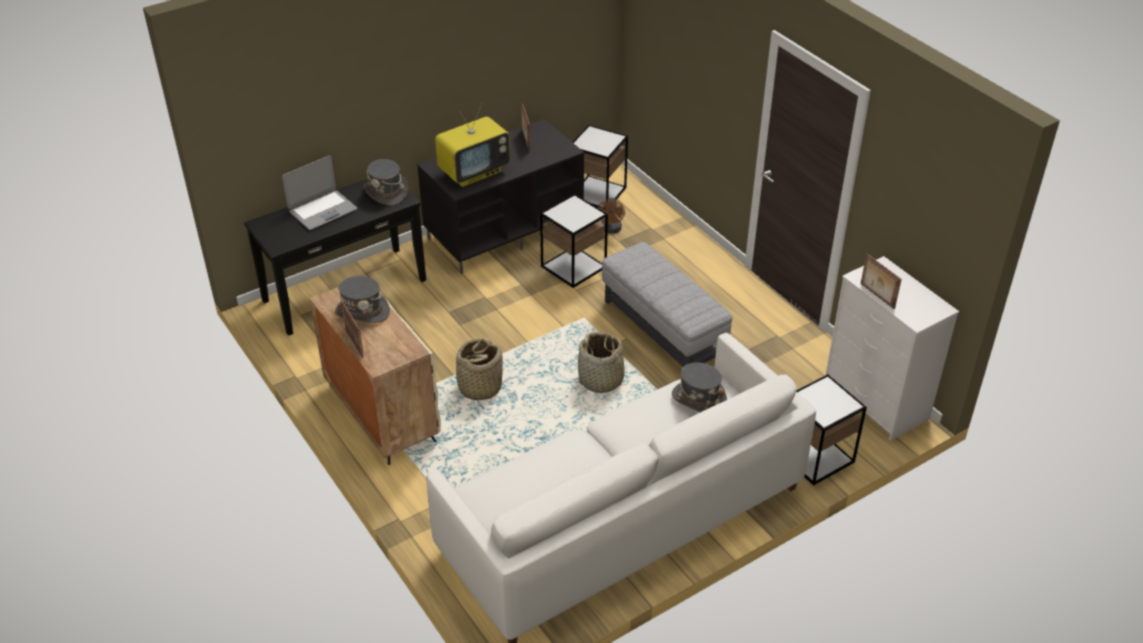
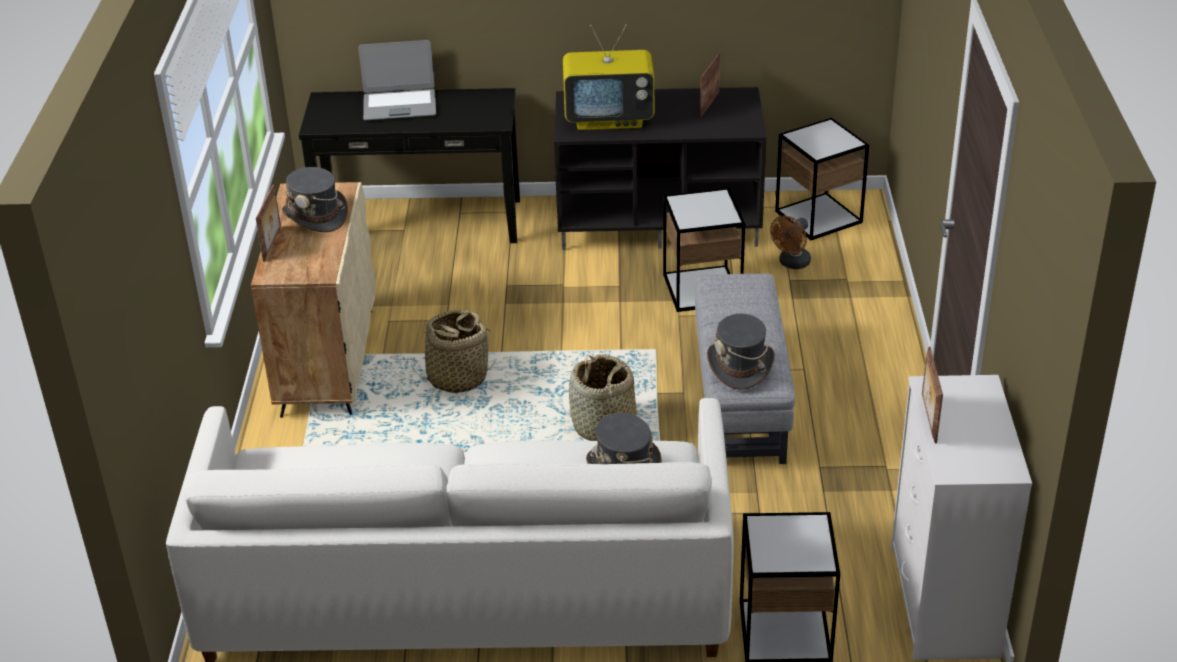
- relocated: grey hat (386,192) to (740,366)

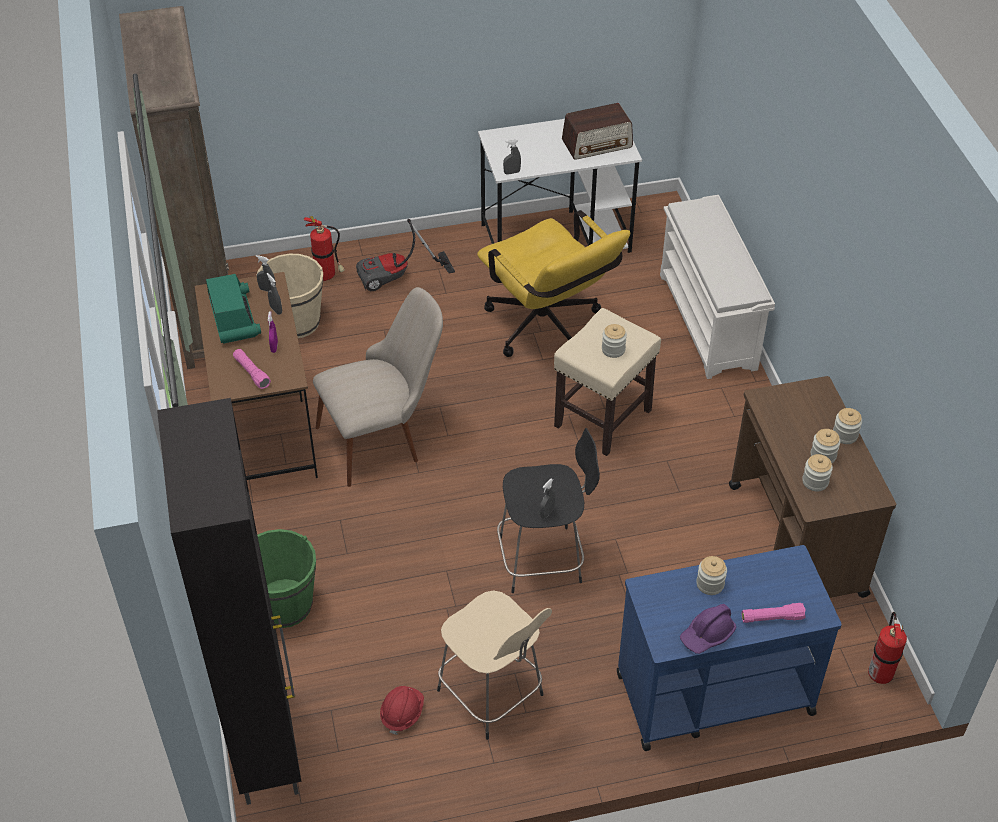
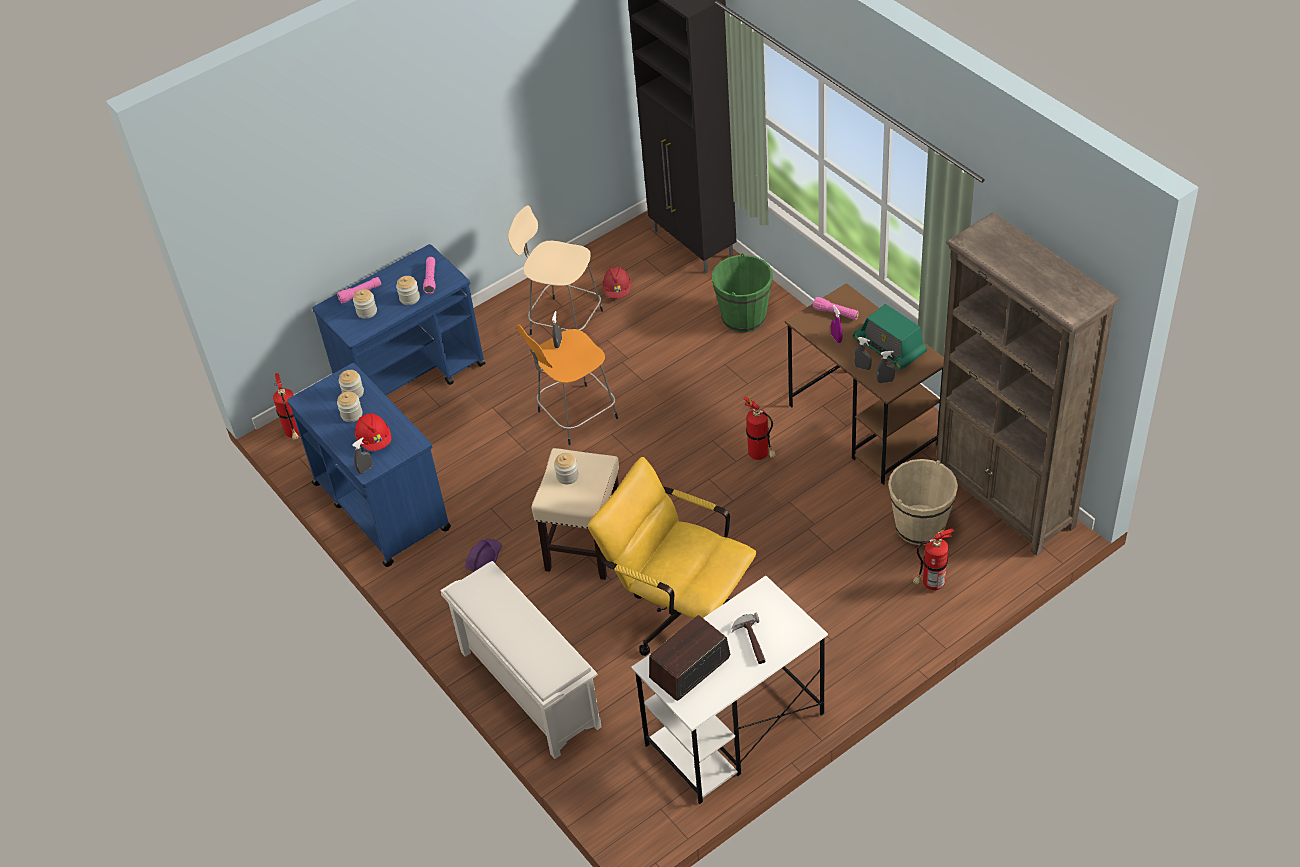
- missing: vacuum (398,278)
- appeared: red-coloured hard hat (374,440)
- appeared: pink-coloured hand torch (430,279)
- appeared: hand hammer (750,642)
- relocated: grey hand sprayer (512,172) to (365,469)
- relocated: purplish hard hat (707,634) to (484,559)
- relocated: storage jar (845,435) to (367,312)
- exchanged: sand-coloured plain chair (384,437) to fire-fighting cylinder (760,456)
- colour: black stool seat (543,559) to orangey stool seat (575,416)
- colour: brown-coloured wheeled cart (796,541) to blue-coloured wheeled cart (380,505)

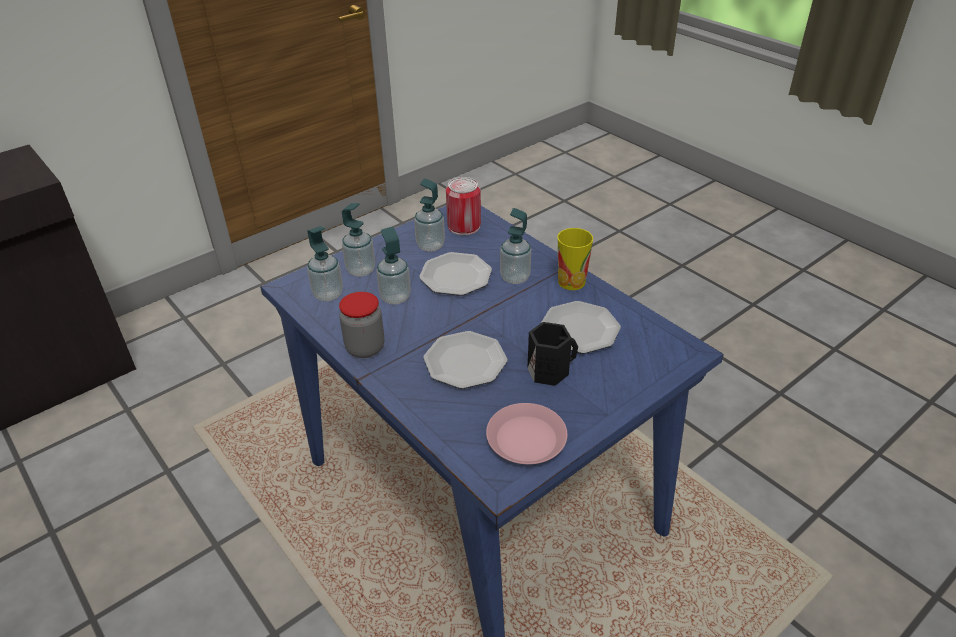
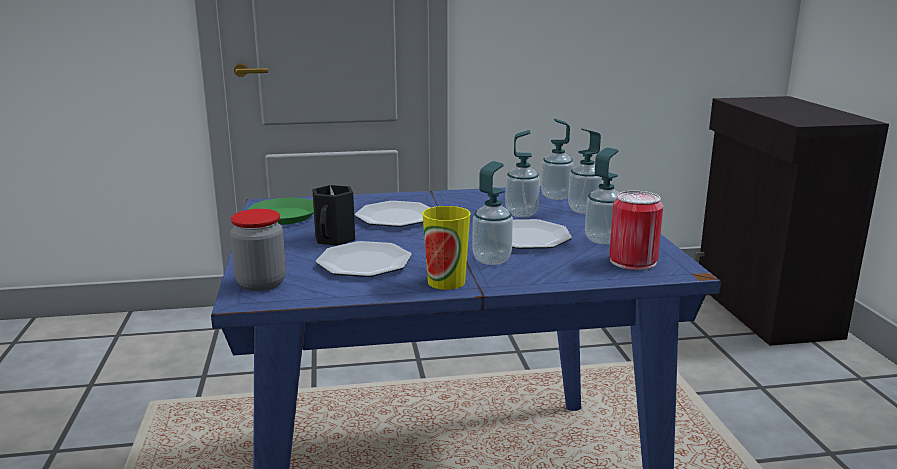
- relocated: storage jar (365,348) to (261,283)
- colour: pink-coloured plate (526,439) to green-coloured plate (284,216)

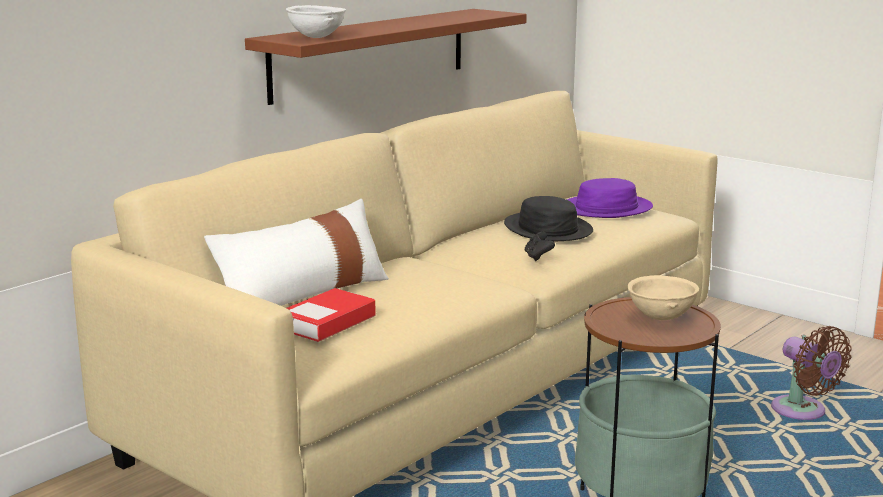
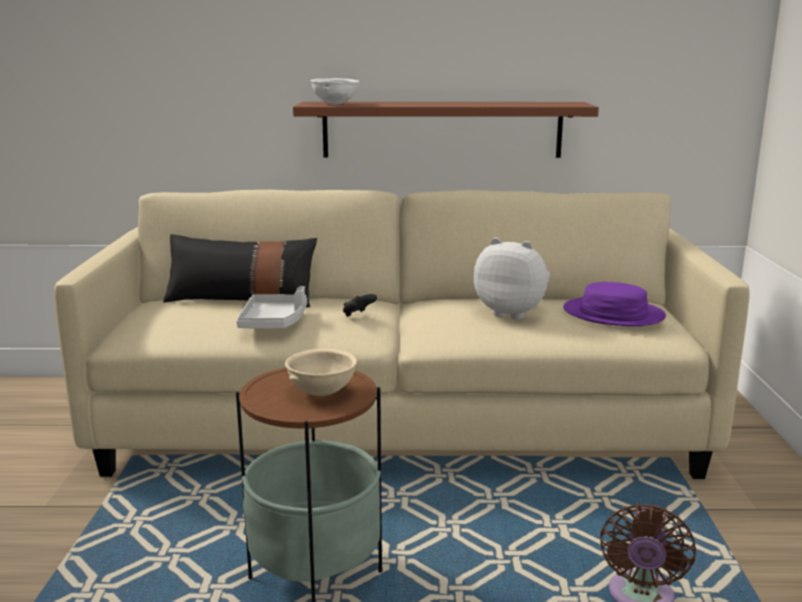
- missing: bound book (327,323)
- appeared: grey tray (274,322)
- relocated: black game controller (538,257) to (358,315)
- exchanged: black hat (547,229) to soft toy (512,313)
- colour: white-coloured pillow (303,296) to black pillow (241,300)

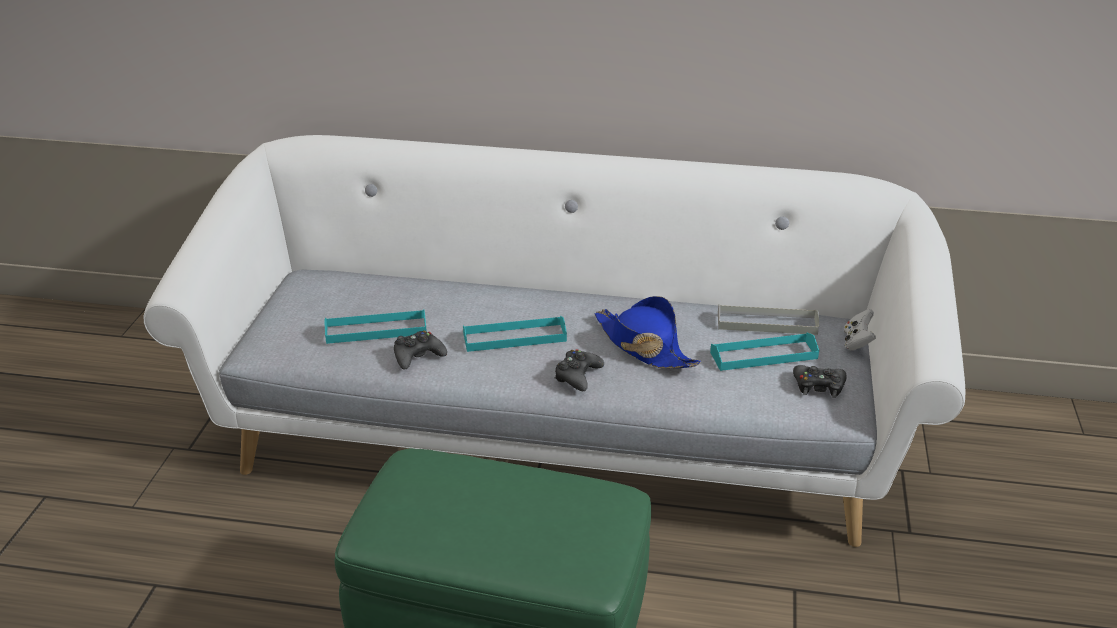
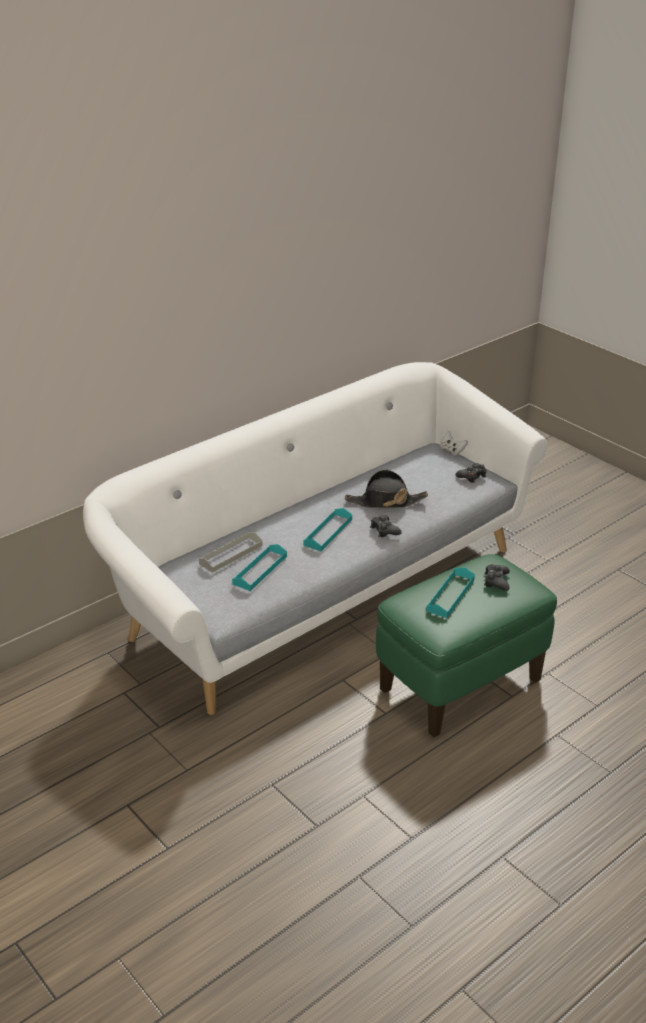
- relocated: black game controller (418,356) to (496,581)
- relocated: blue-green tray (763,355) to (450,595)
- relocated: grey tray (767,323) to (231,554)
- colour: blue-coloured hat (644,346) to black hat (385,501)

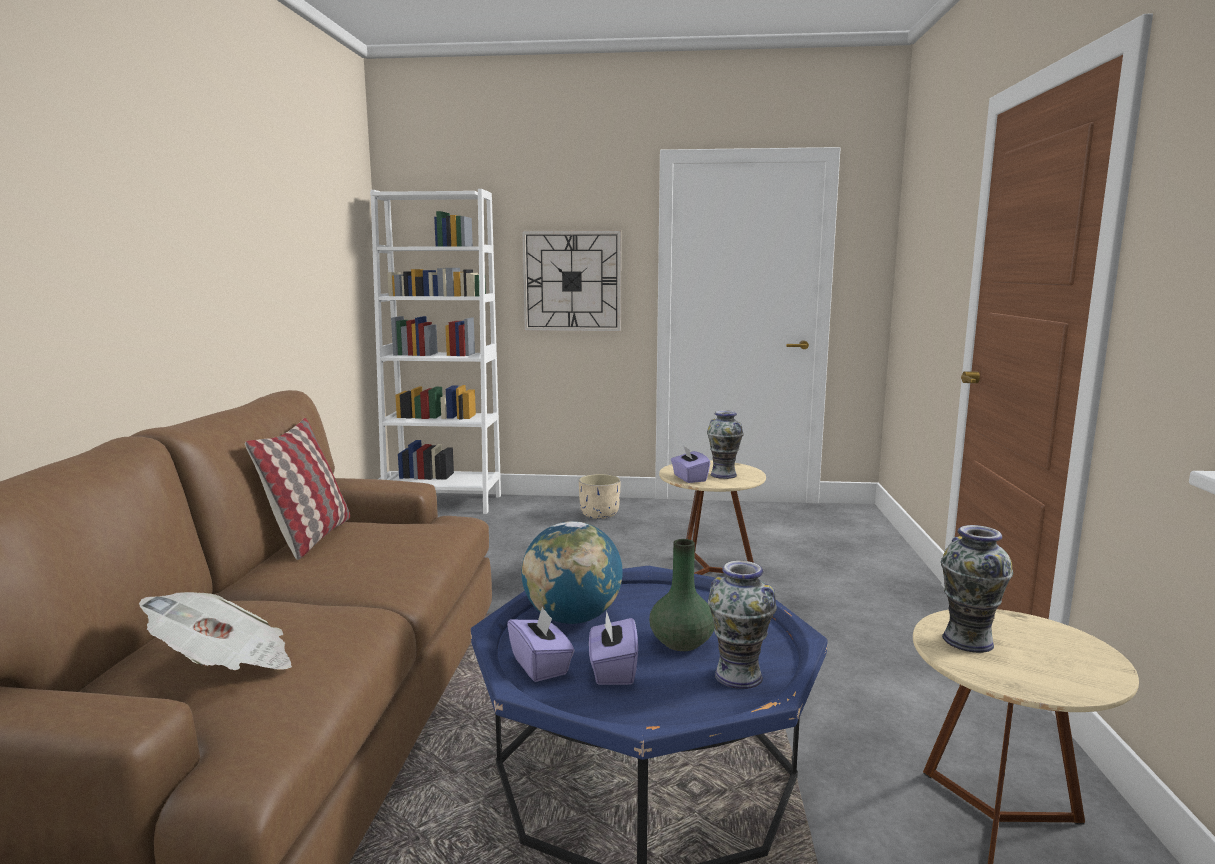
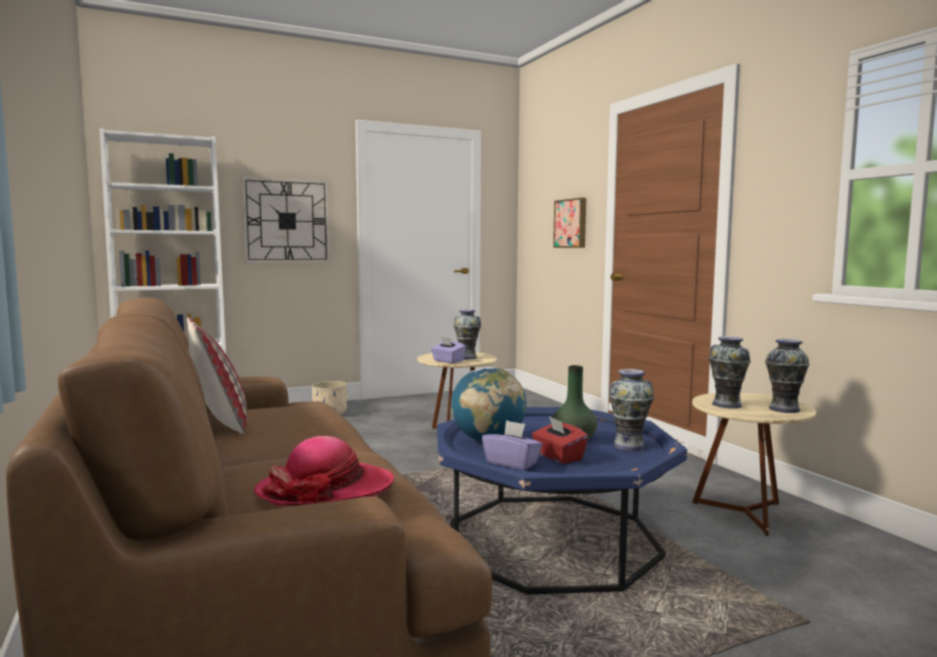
- appeared: wall picture (571,223)
- appeared: decorative vase (784,409)
- exchanged: newspaper (226,664) to hat (326,490)
- colour: purplish tissue box (612,670) to red-coloured tissue box (558,457)

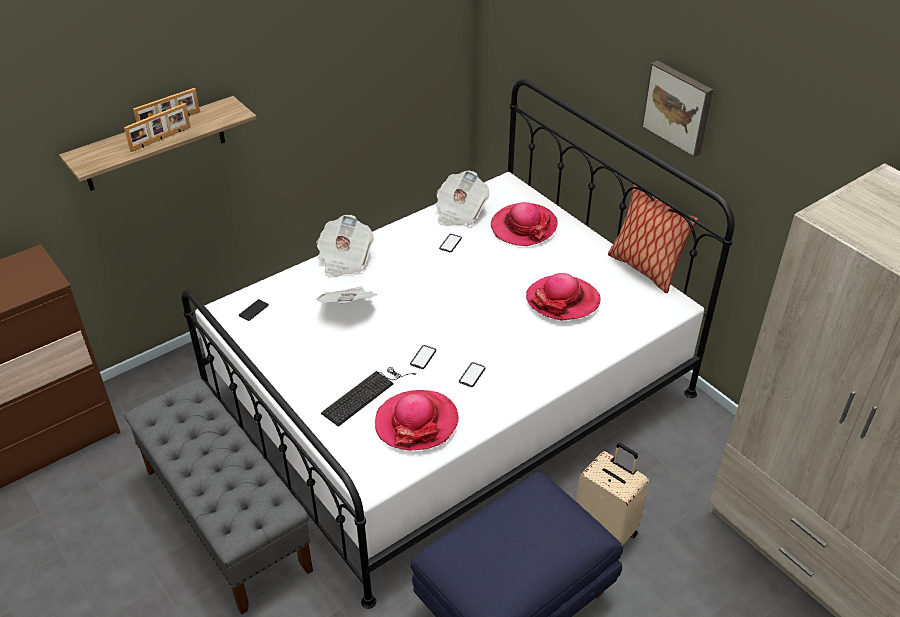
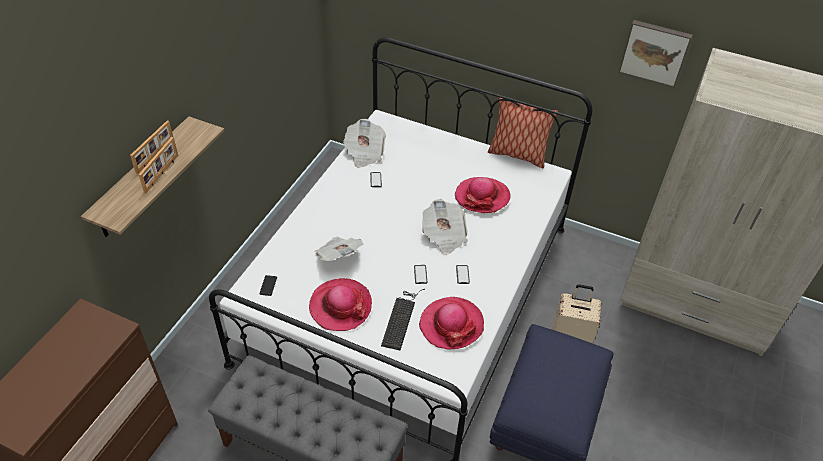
- relocated: newspaper (344,260) to (444,236)
- relocated: hat (523,227) to (340,306)
- relocated: wall picture (678,107) to (655,52)

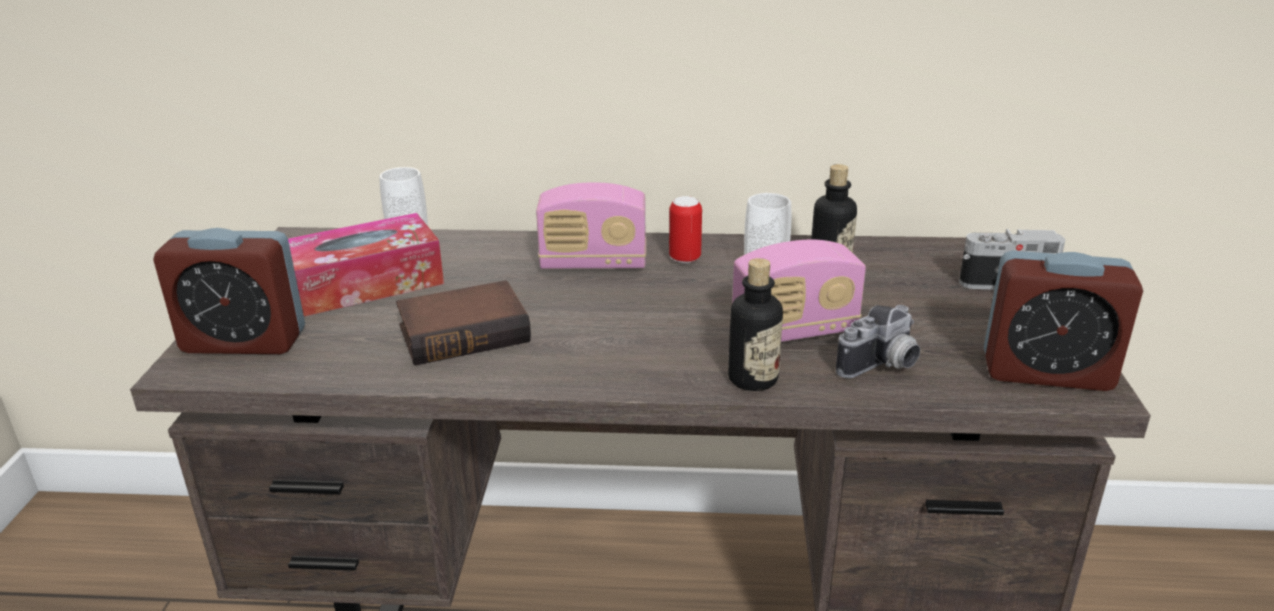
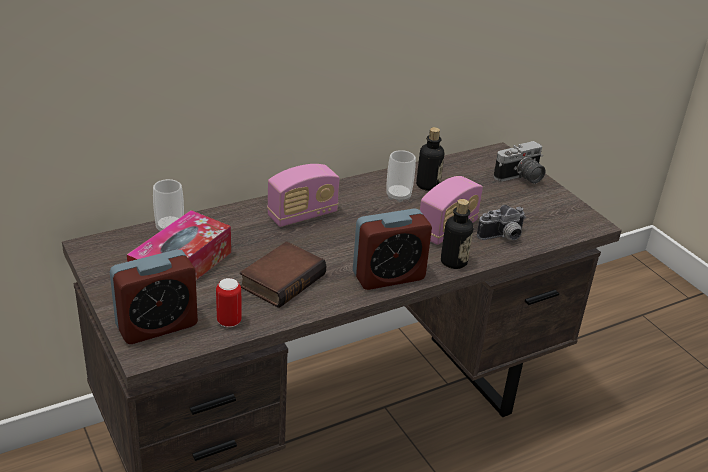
- relocated: can (685,258) to (229,321)
- relocated: bedside clock (1046,372) to (388,276)
- spun: still camera (883,366) = (503,237) 45 degrees clockwise

